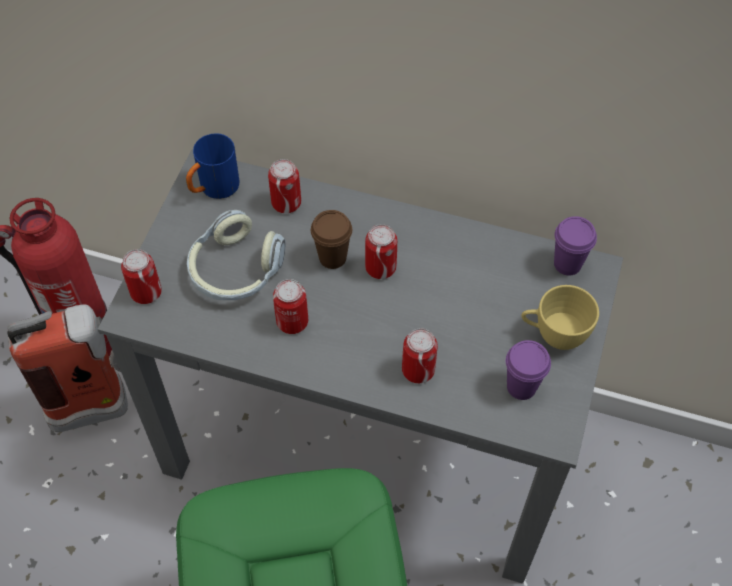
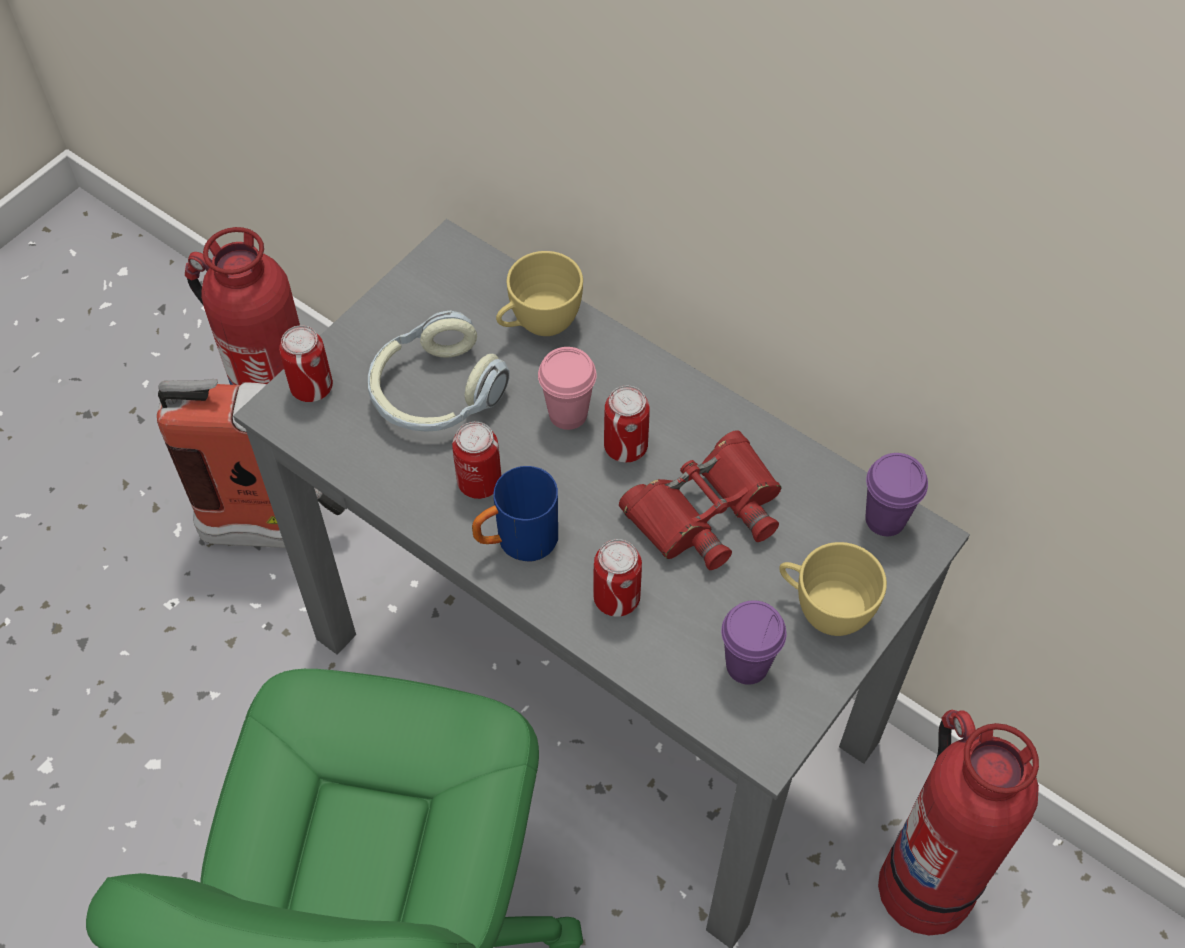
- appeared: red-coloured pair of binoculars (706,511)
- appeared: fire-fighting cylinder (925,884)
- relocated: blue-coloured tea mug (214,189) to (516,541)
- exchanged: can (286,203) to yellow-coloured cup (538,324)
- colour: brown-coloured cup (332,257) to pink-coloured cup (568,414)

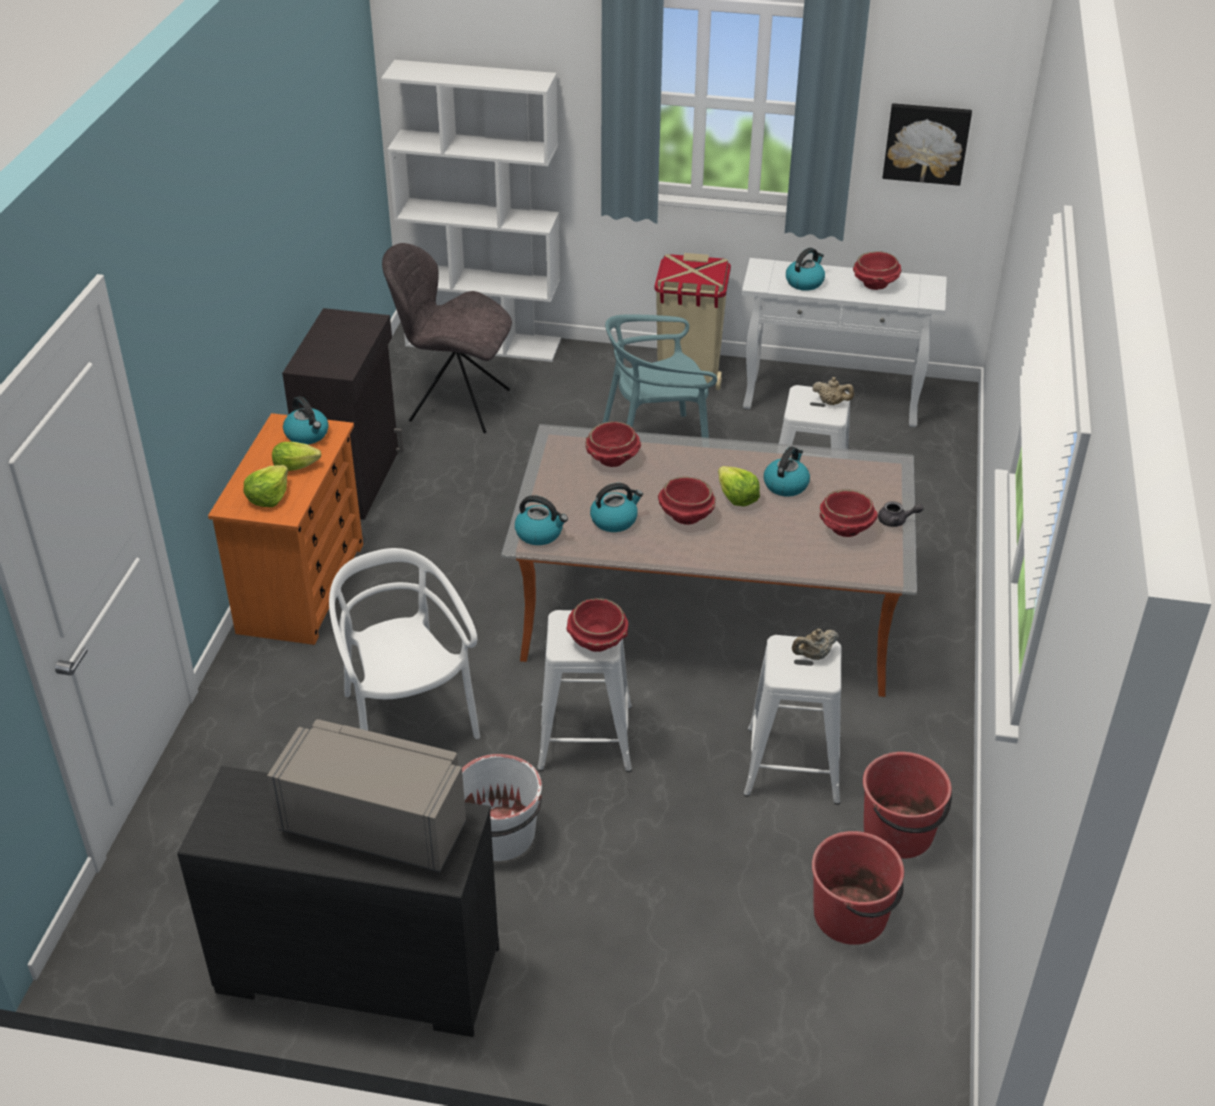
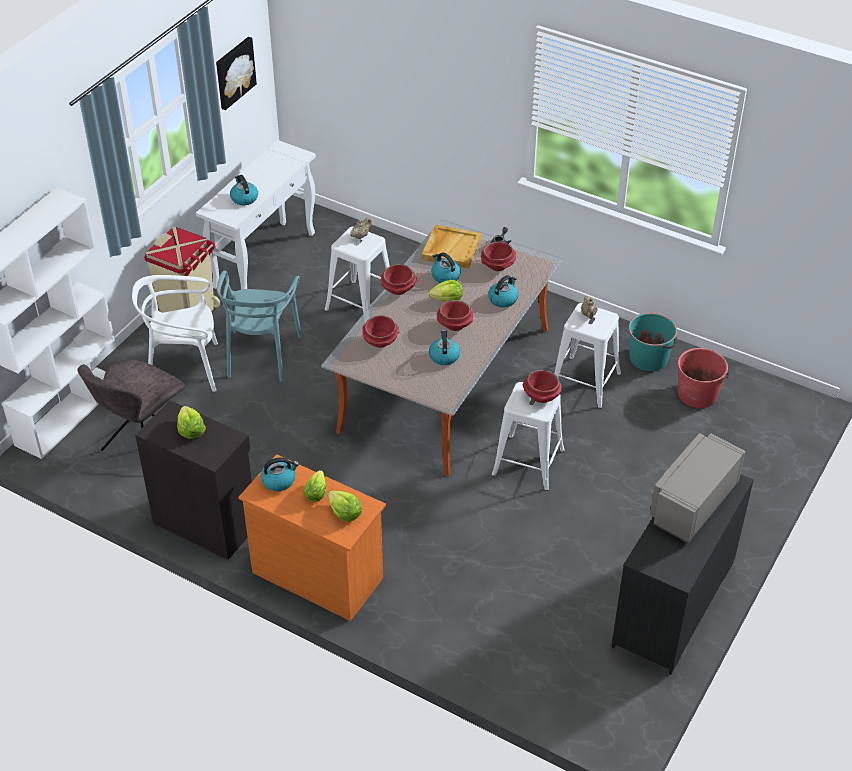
- missing: white-coloured water bucket (499,836)
- appeared: head of lettuce (190,430)
- appeared: sand-coloured tray (451,248)
- relocated: white-coloured plain chair (406,719) to (184,368)
- relocated: tea kettle (540,533) to (503,299)
- relocated: red-coloured bowl (875,284) to (399,289)
- colour: red-coloured water bucket (899,833) to blue-green water bucket (649,358)

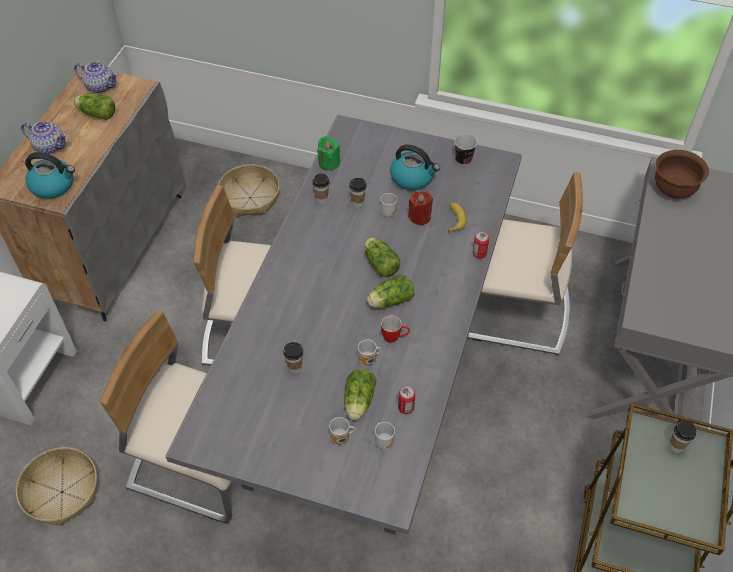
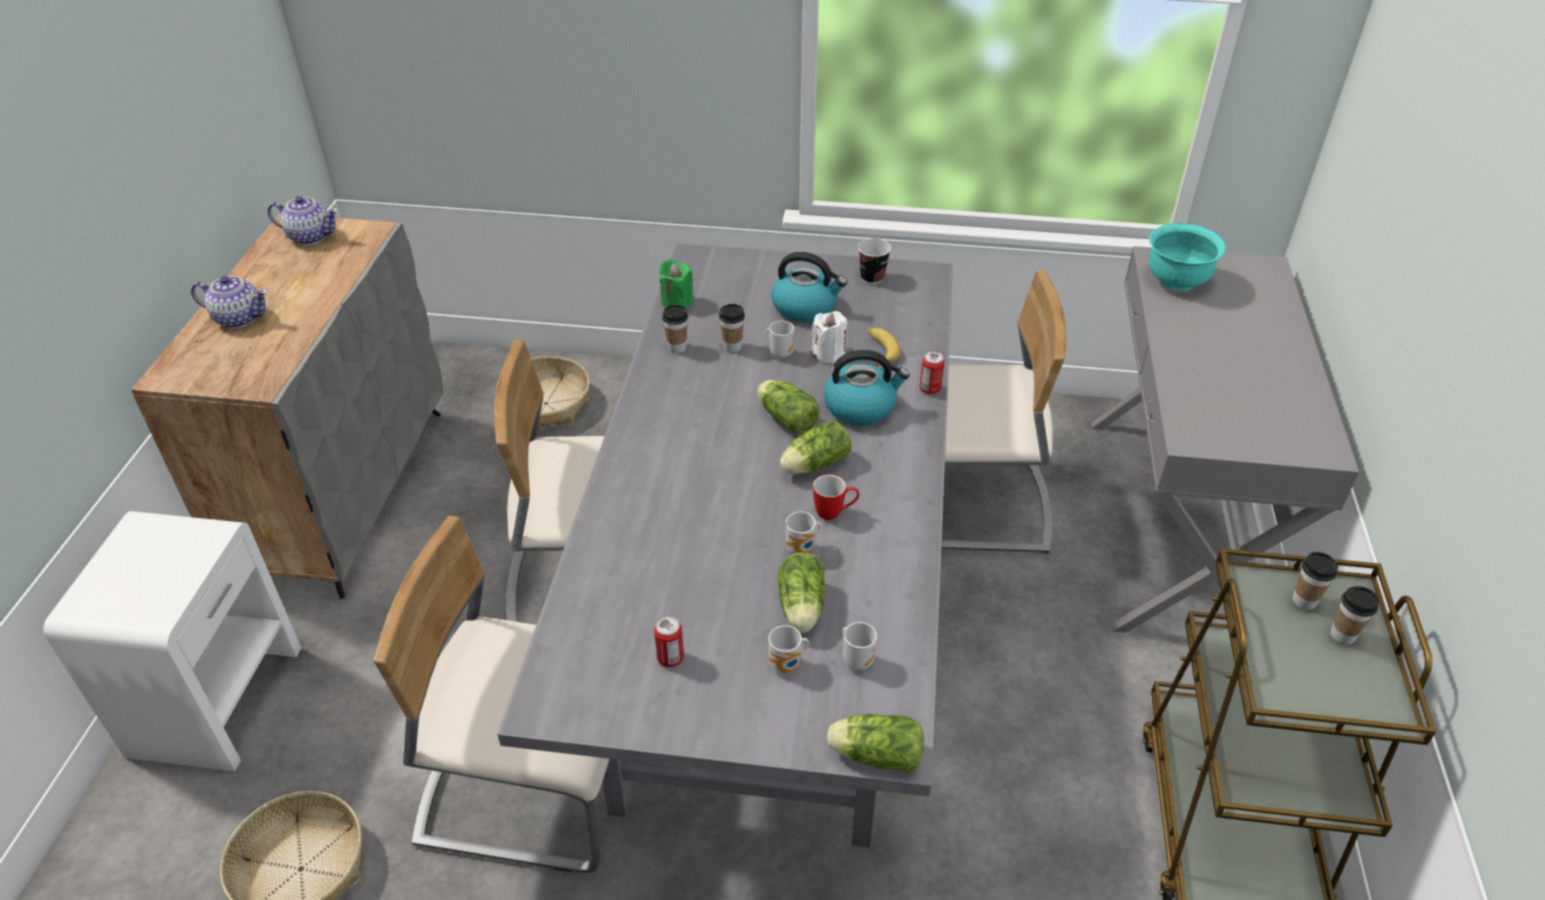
- relocated: tea kettle (53,185) to (861,406)
- relocated: head of lettuce (96,113) to (873,755)
- relocated: cup (295,368) to (1342,635)
- relocated: can (406,408) to (670,658)
- colour: red-coloured wax candle (419,217) to white-coloured wax candle (829,353)
- colour: brown-coloured bowl (673,189) to blue-green bowl (1176,281)

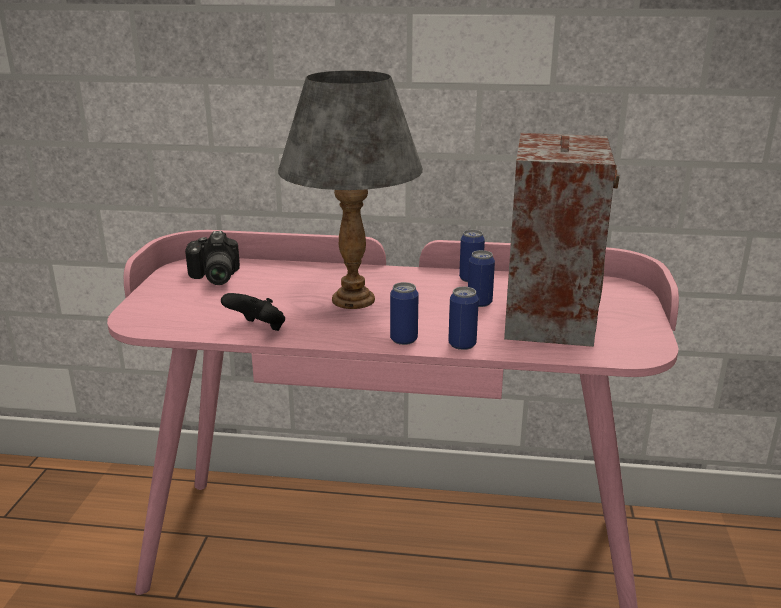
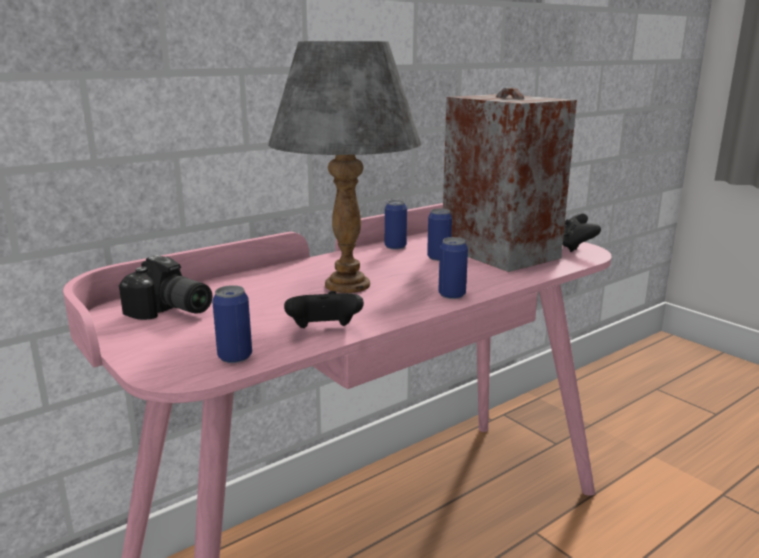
- appeared: black game controller (574,247)
- relocated: can (462,344) to (235,357)

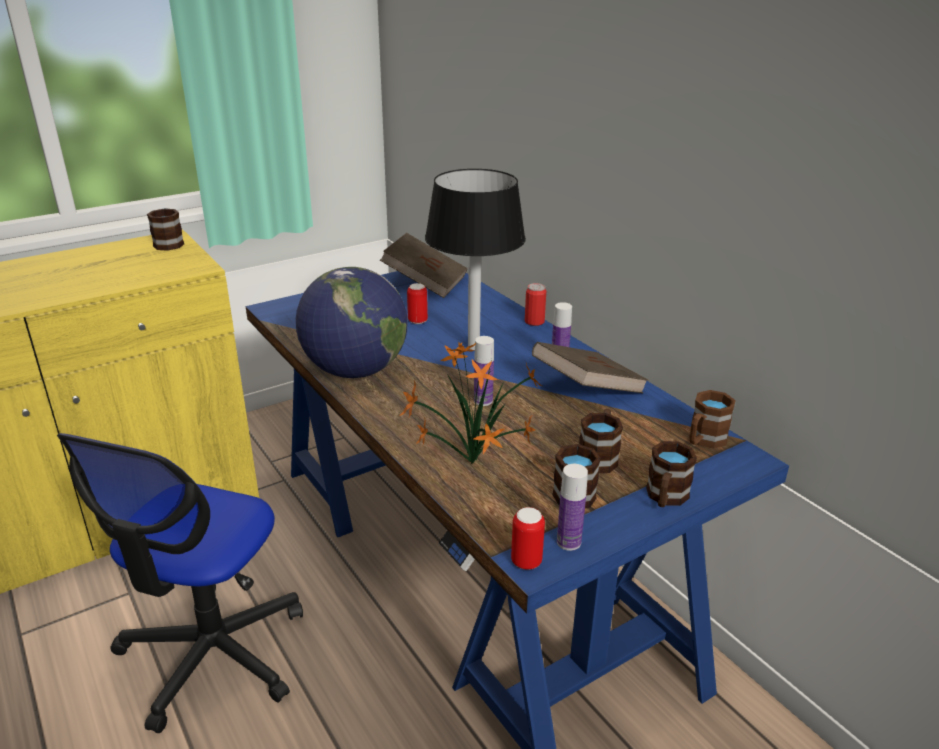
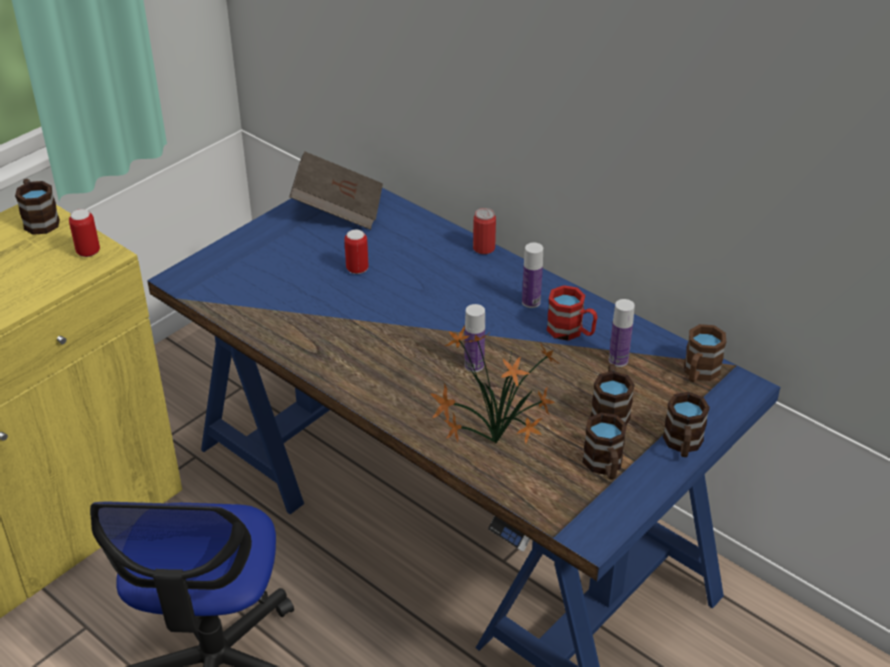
- missing: world globe (355,371)
- missing: black lamp for a table (473,347)
- relocated: can (526,562) to (88,252)
- relocated: beverage bottle (568,542) to (618,360)
- exchanged: brown-coloured bound book (587,389) to red-coloured tea mug (571,332)

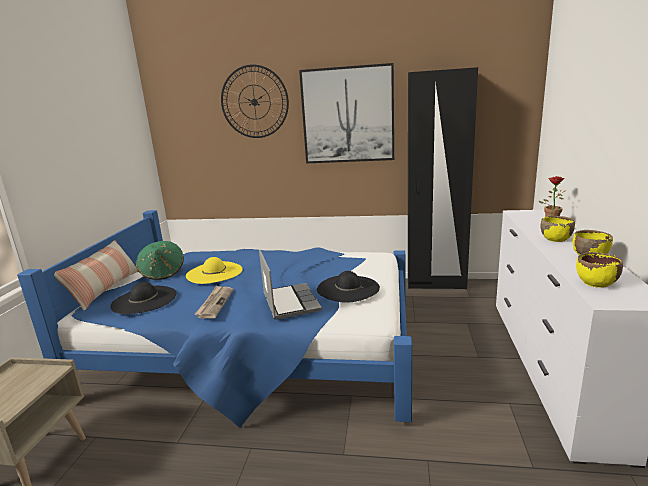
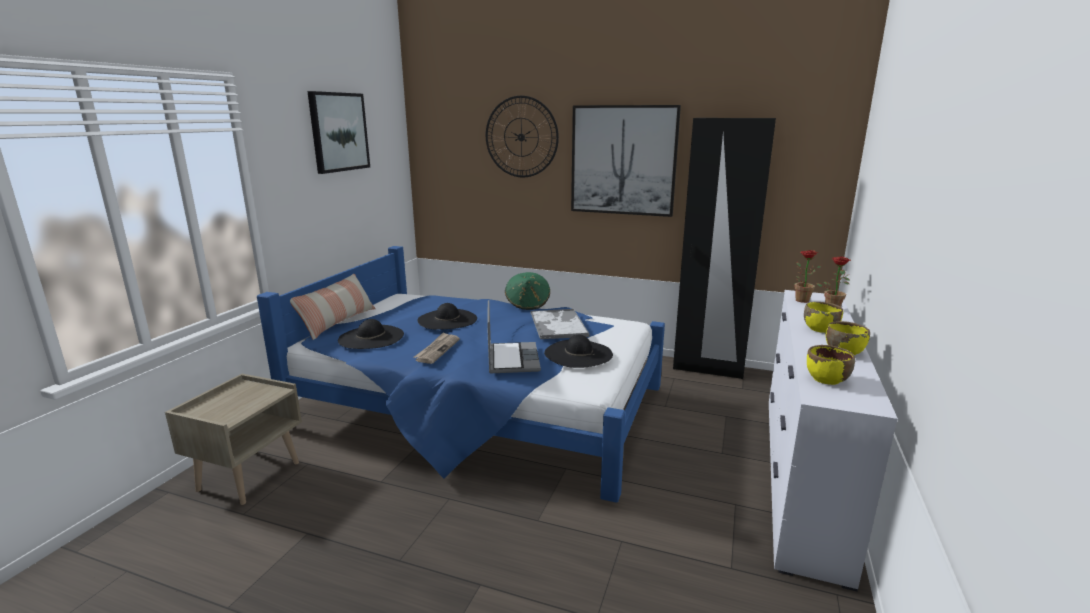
- appeared: wall picture (338,132)
- appeared: tray (558,324)
- appeared: plant in a pot (799,299)
- relocated: green-coloured hat (162,273) to (528,304)
- colour: yellow-coloured hat (214,272) to black hat (447,319)

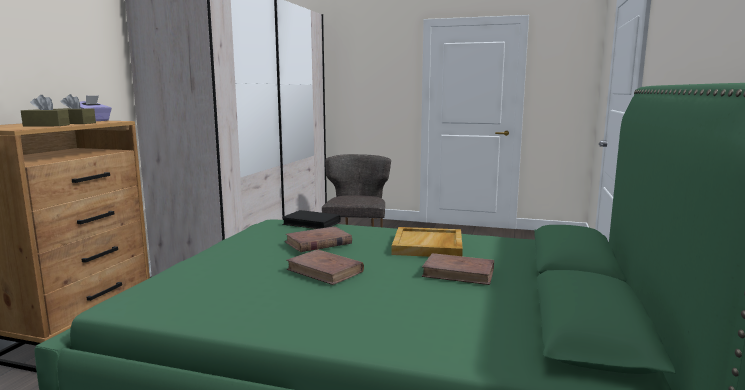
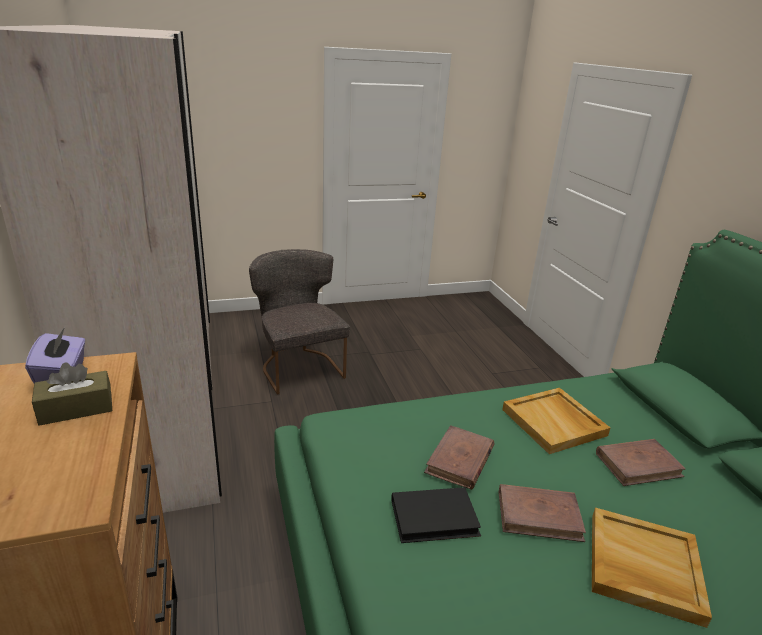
- missing: brown-coloured tissue box (46,125)
- appeared: sand-coloured tray (642,567)
- relocated: black bound book (312,223) to (434,518)

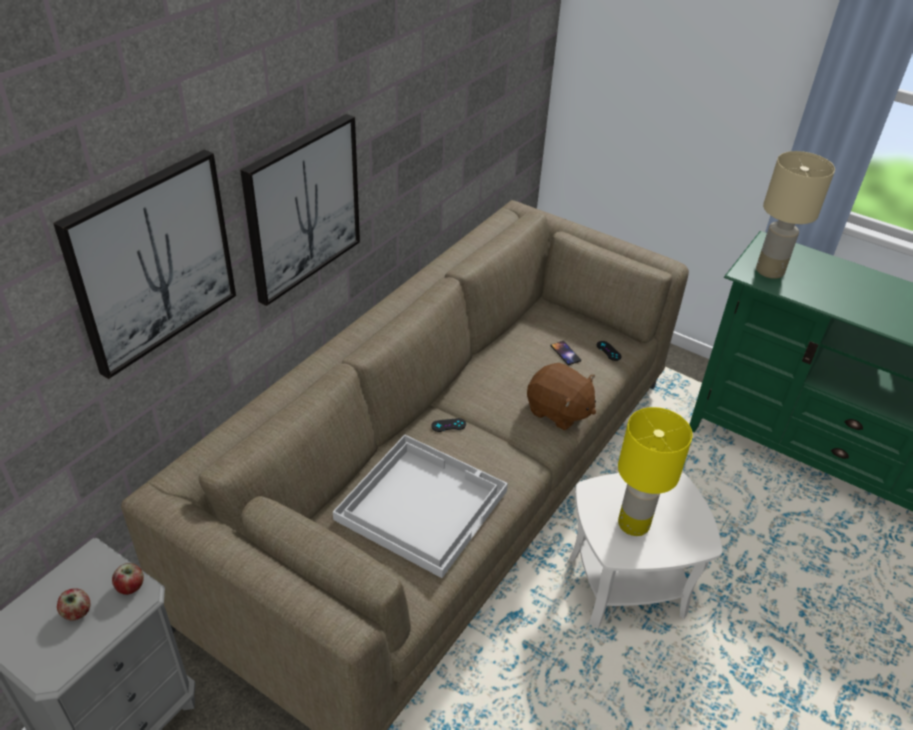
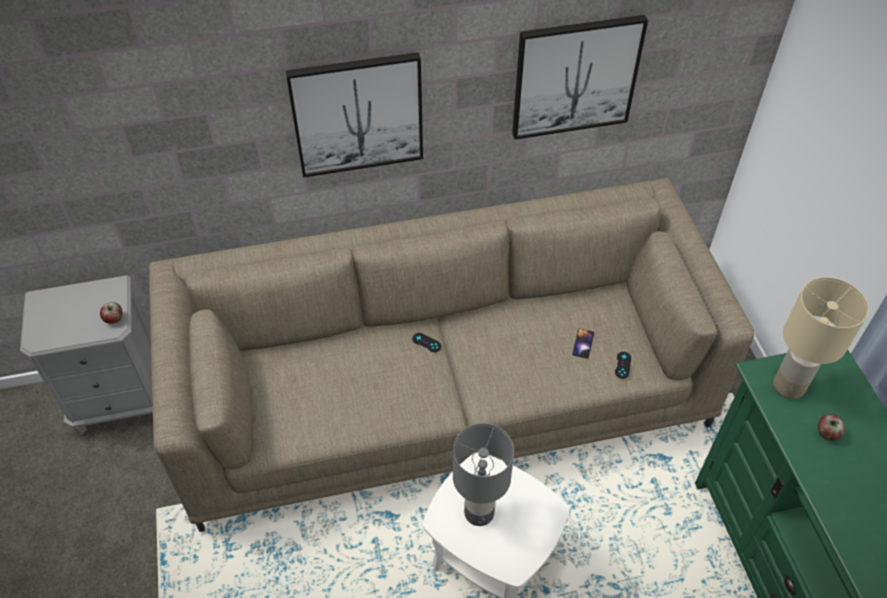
- missing: white-coloured tray (421,503)
- missing: brown-coloured soft toy (558,412)
- relocated: wall picture (151,261) to (575,76)
- relocated: whole apple (77,612) to (826,433)
- colour: yellow-coloured lamp for a table (634,523) to grey lamp for a table (480,512)

